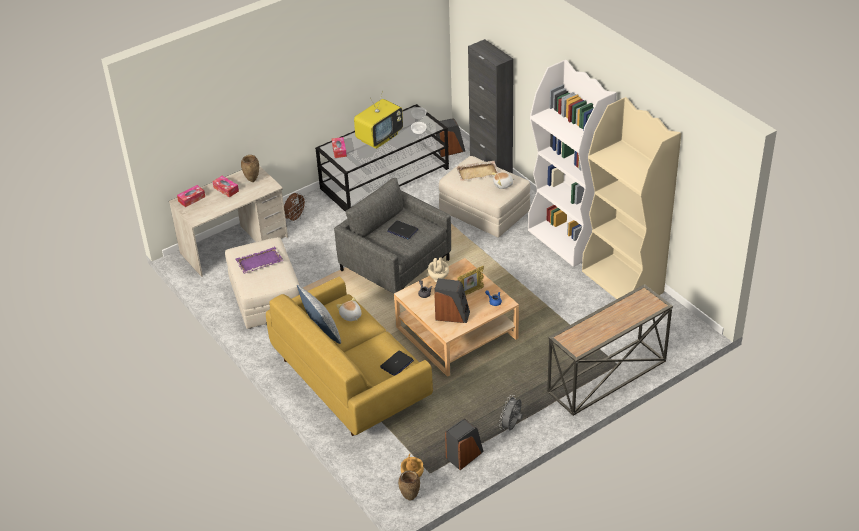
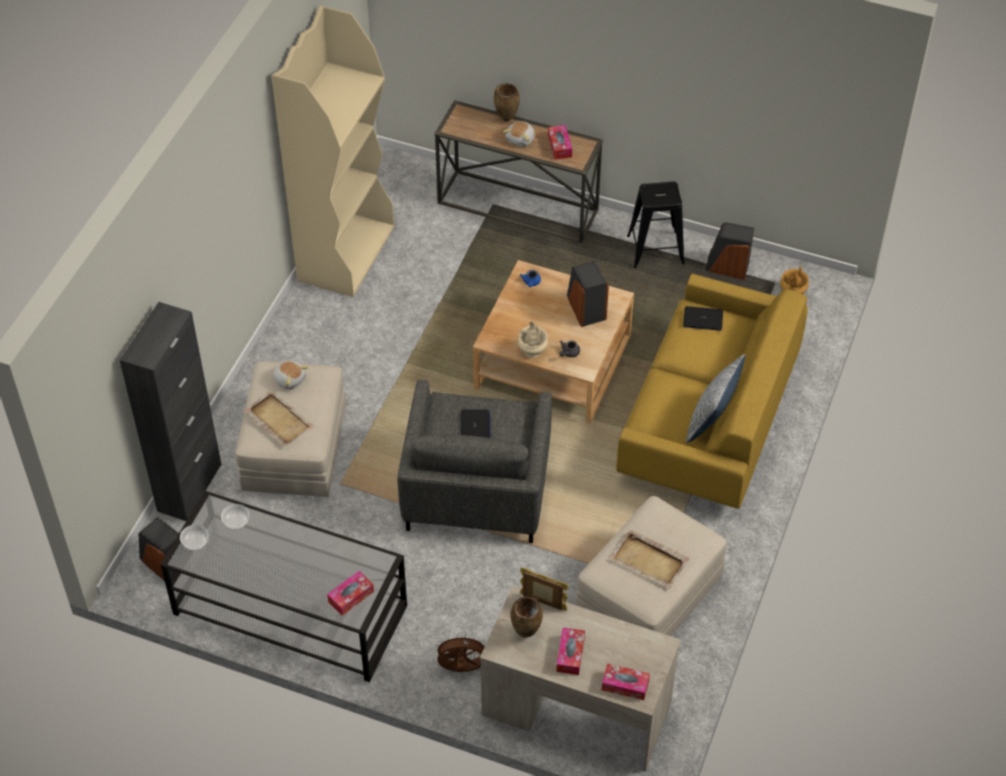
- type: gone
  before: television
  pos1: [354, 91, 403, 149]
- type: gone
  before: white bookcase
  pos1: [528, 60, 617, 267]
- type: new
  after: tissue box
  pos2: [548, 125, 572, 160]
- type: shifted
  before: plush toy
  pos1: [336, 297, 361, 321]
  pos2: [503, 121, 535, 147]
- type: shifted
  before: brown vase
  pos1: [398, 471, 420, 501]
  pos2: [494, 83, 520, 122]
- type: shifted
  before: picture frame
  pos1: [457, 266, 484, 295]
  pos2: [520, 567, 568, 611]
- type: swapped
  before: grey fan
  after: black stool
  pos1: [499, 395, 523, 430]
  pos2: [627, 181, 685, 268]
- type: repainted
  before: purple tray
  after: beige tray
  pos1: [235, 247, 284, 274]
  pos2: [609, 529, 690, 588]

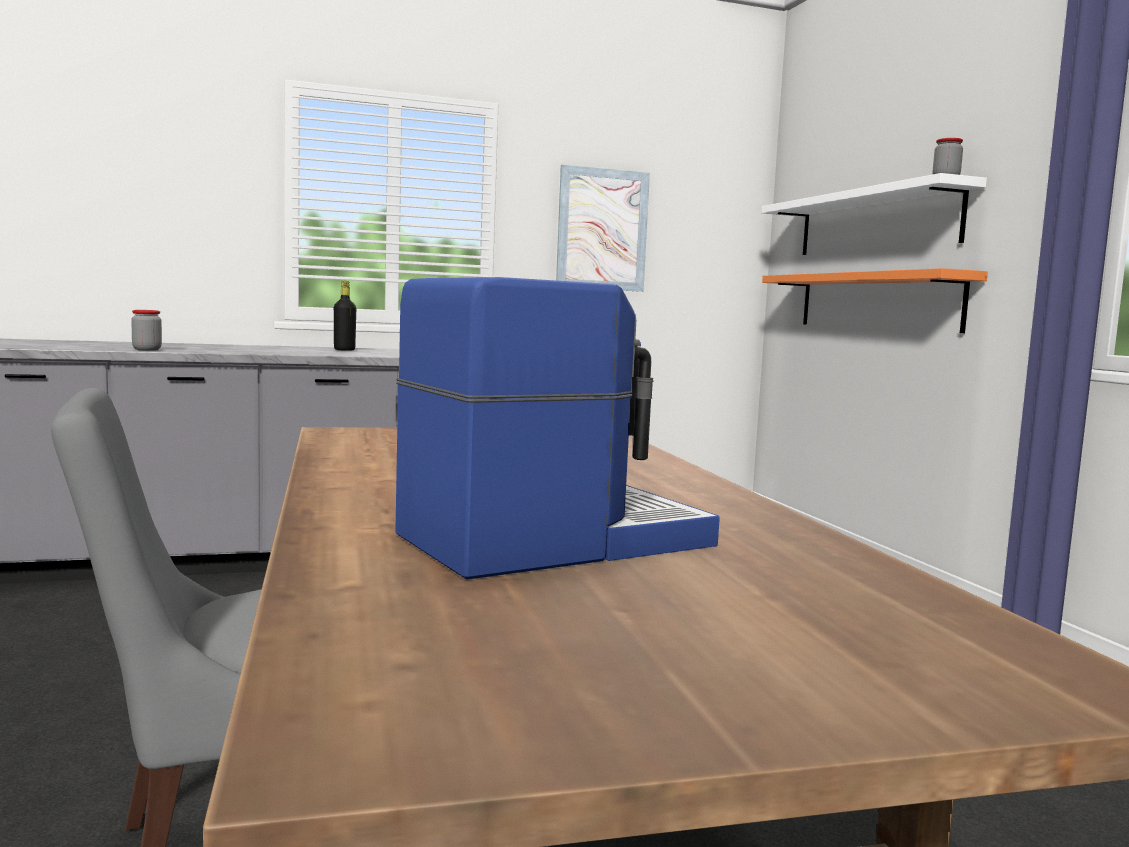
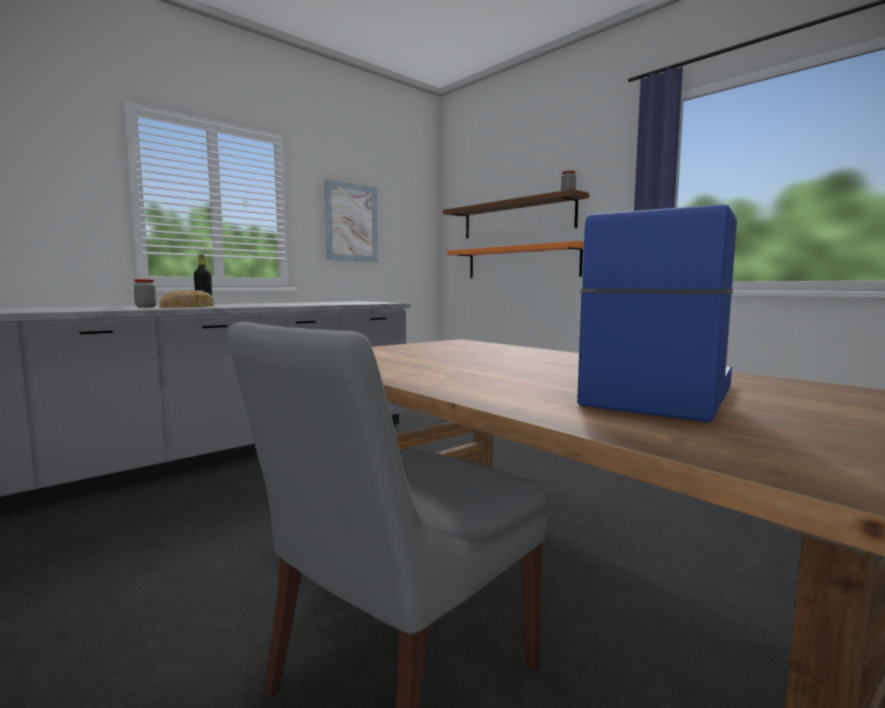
- type: new
  after: bread
  pos2: [160, 291, 214, 308]
- type: shifted
  before: jar
  pos1: [131, 310, 162, 351]
  pos2: [134, 279, 157, 307]
- type: repainted
  before: white shelf
  after: brown shelf
  pos1: [762, 173, 987, 255]
  pos2: [443, 189, 589, 239]

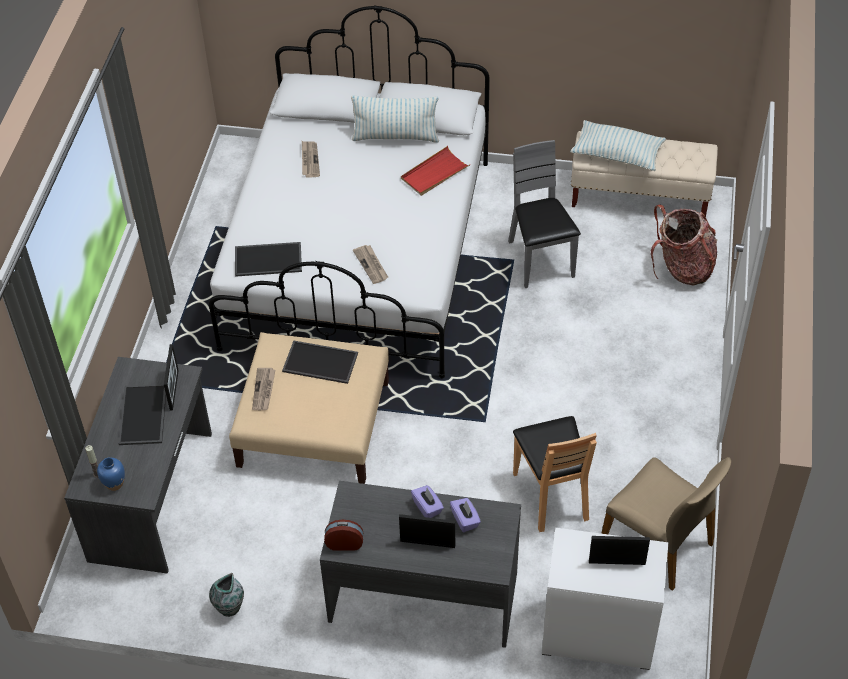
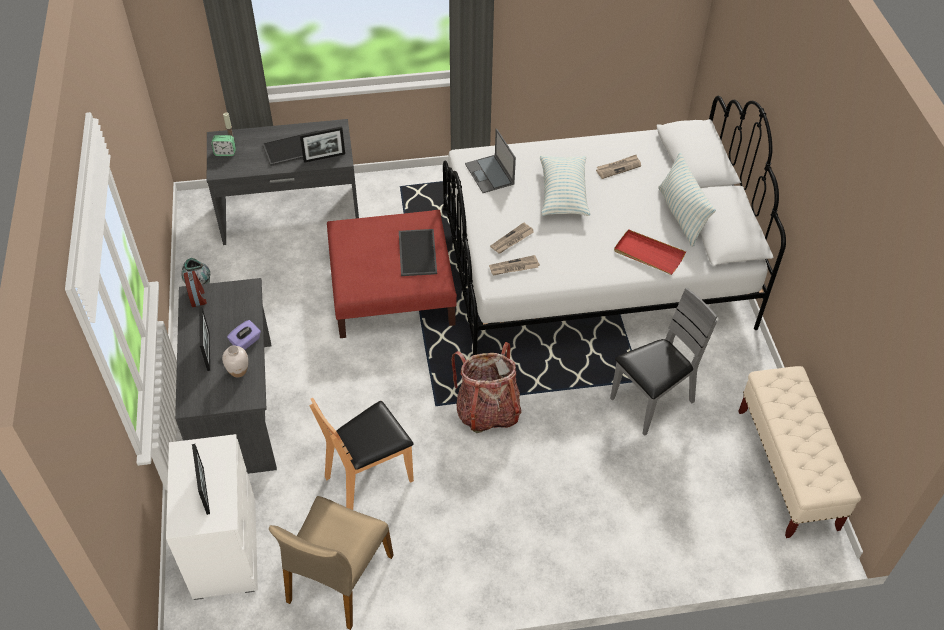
- type: shifted
  before: newspaper
  pos1: [252, 368, 275, 410]
  pos2: [489, 255, 540, 275]
- type: shifted
  before: pillow
  pos1: [570, 120, 666, 171]
  pos2: [540, 155, 590, 216]
- type: shifted
  before: backpack
  pos1: [651, 204, 717, 285]
  pos2: [451, 342, 522, 433]
- type: swapped
  before: blue vase
  after: alarm clock
  pos1: [97, 458, 125, 491]
  pos2: [211, 135, 236, 156]
- type: swapped
  before: tray
  after: laptop
  pos1: [235, 242, 302, 277]
  pos2: [465, 129, 516, 193]
- type: swapped
  before: purple tissue box
  after: white vase
  pos1: [450, 498, 481, 532]
  pos2: [222, 345, 248, 377]
- type: repainted
  before: beige ottoman
  after: red ottoman
  pos1: [229, 332, 389, 484]
  pos2: [327, 210, 457, 338]

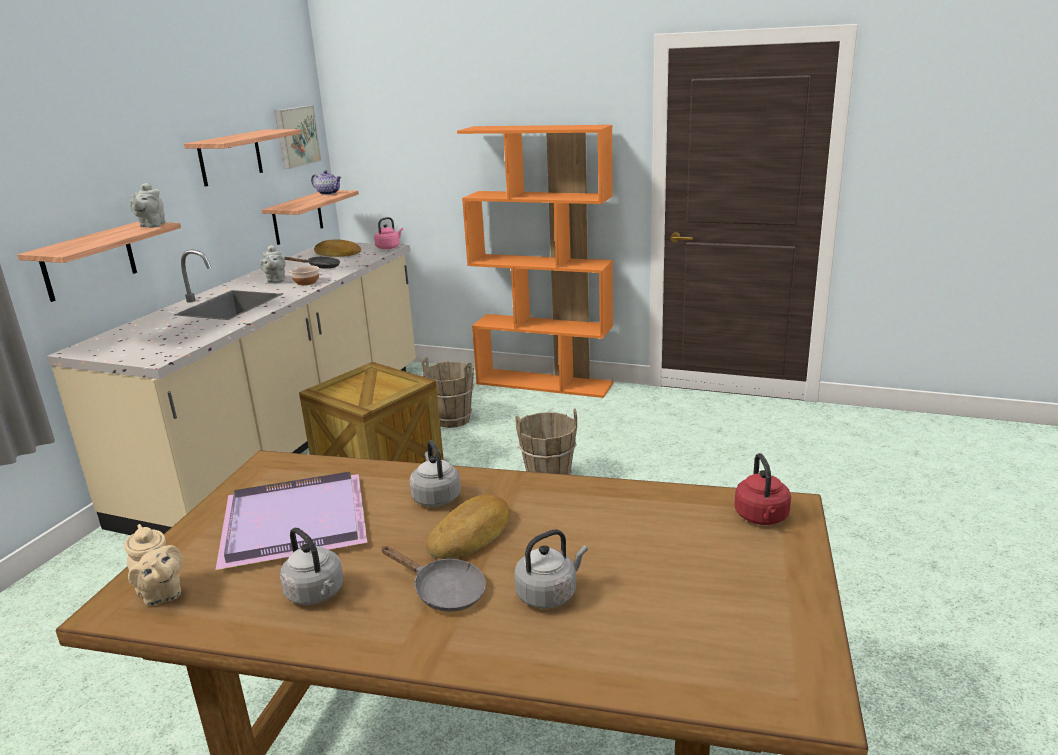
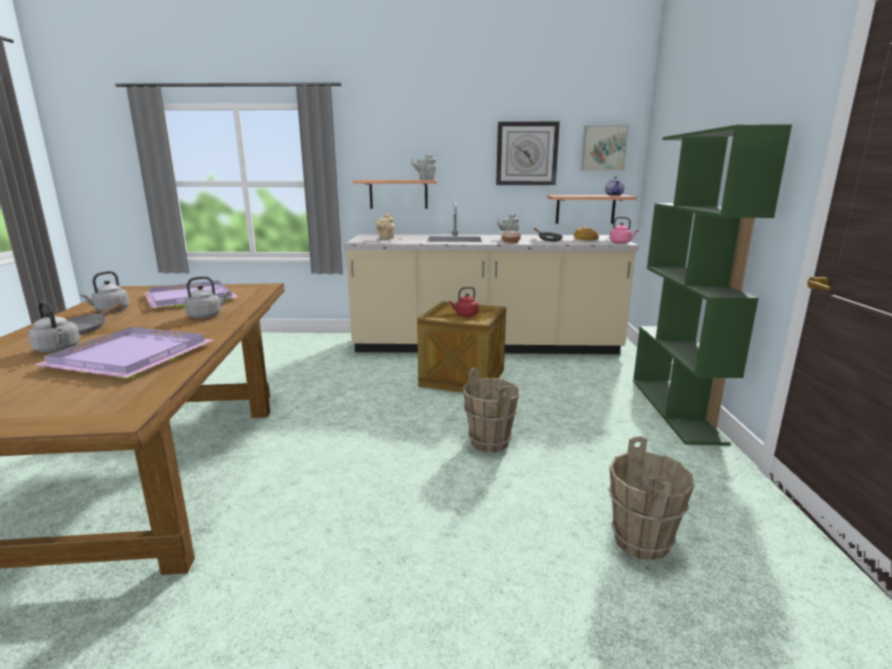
- type: gone
  before: bread
  pos1: [426, 495, 509, 559]
- type: new
  after: purple tray
  pos2: [35, 327, 213, 379]
- type: shifted
  before: beige teapot
  pos1: [124, 524, 183, 606]
  pos2: [375, 214, 395, 239]
- type: shifted
  before: brown bucket
  pos1: [422, 357, 475, 428]
  pos2: [608, 436, 695, 560]
- type: shifted
  before: red kettle
  pos1: [735, 453, 791, 525]
  pos2: [449, 287, 479, 317]
- type: swapped
  before: shelf
  after: wall clock
  pos1: [184, 129, 302, 187]
  pos2: [496, 121, 560, 185]
- type: repainted
  before: orange bookcase
  after: green bookcase
  pos1: [457, 125, 613, 398]
  pos2: [633, 125, 792, 445]

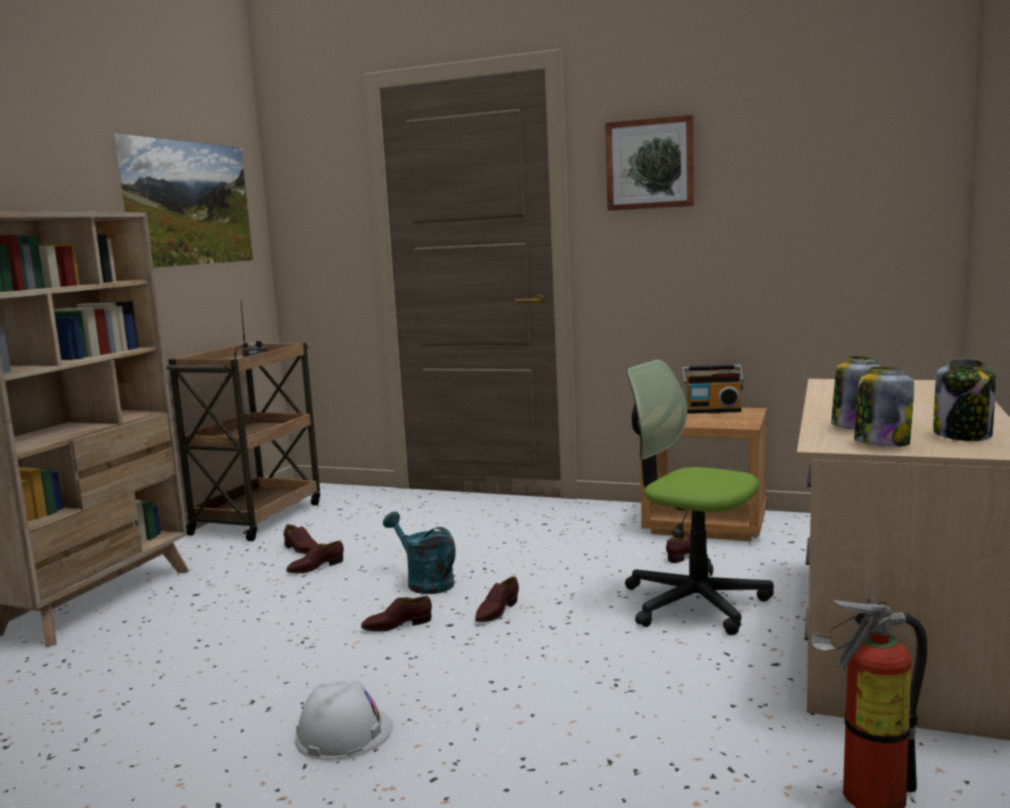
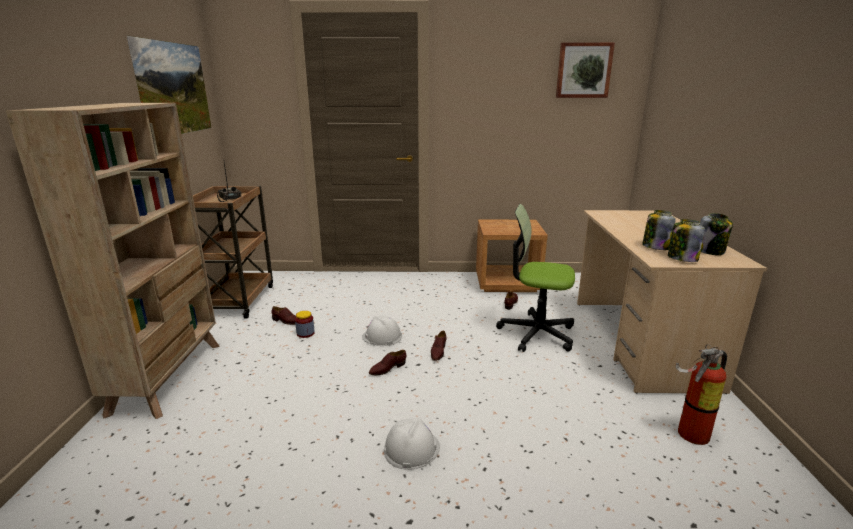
- type: gone
  before: radio
  pos1: [682, 365, 744, 414]
- type: shifted
  before: picture
  pos1: [605, 115, 694, 211]
  pos2: [556, 42, 615, 98]
- type: swapped
  before: brown shoe
  after: jar
  pos1: [286, 541, 344, 573]
  pos2: [295, 311, 315, 338]
- type: swapped
  before: turquoise watering can
  after: white hard hat
  pos1: [383, 512, 456, 594]
  pos2: [362, 316, 402, 346]

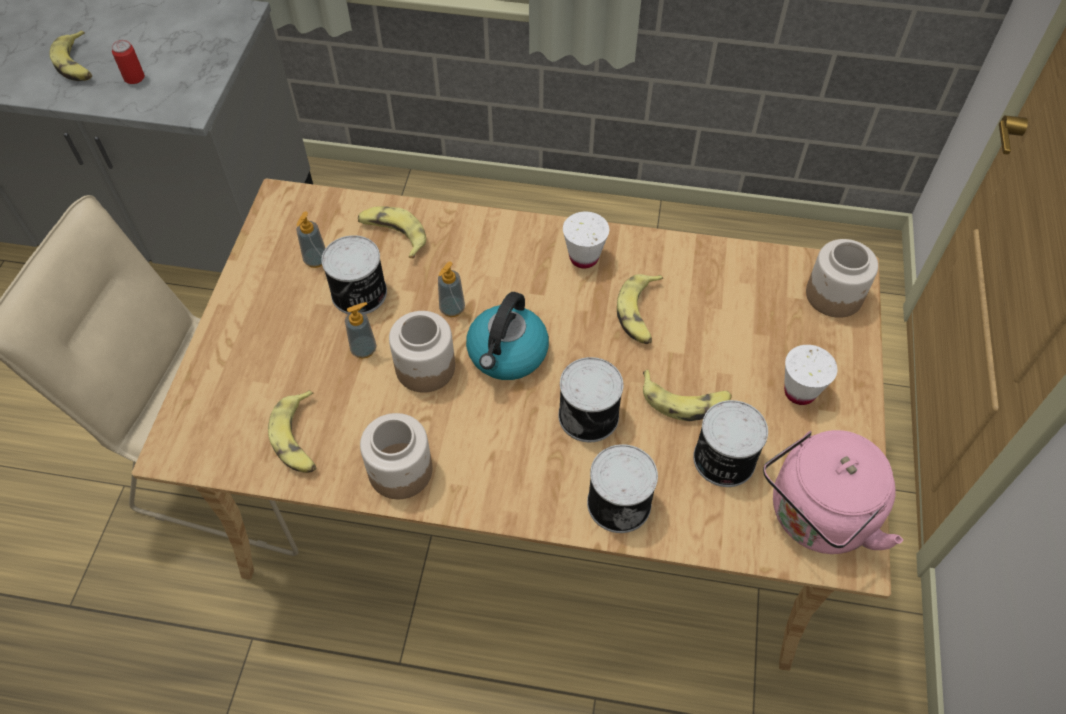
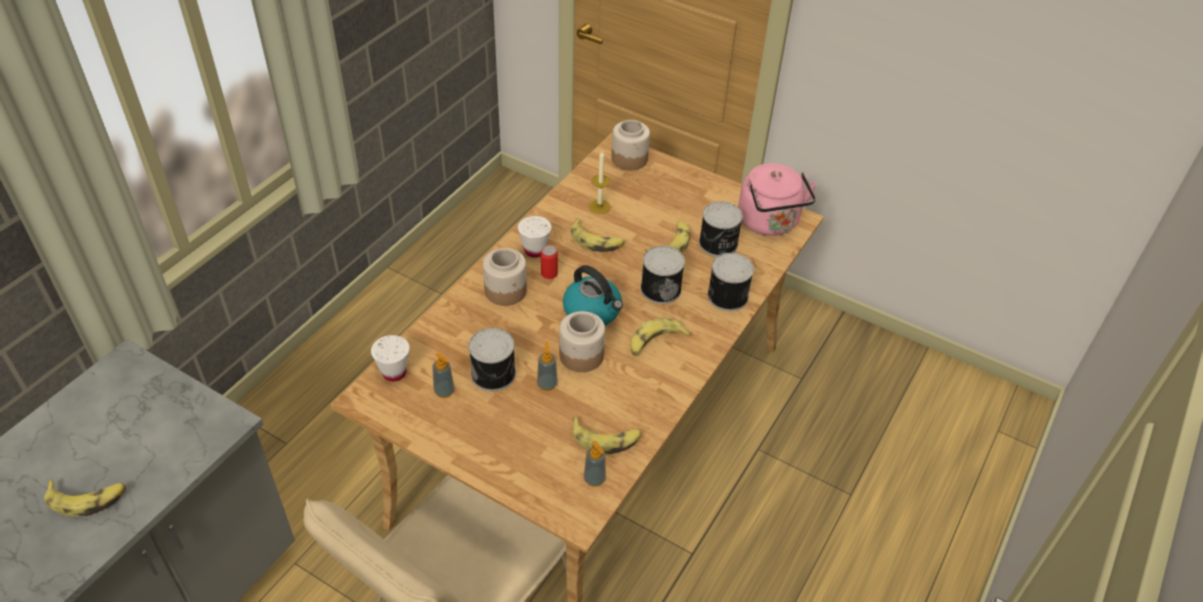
- type: new
  after: candle
  pos2: [589, 151, 611, 214]
- type: shifted
  before: can
  pos1: [111, 40, 145, 84]
  pos2: [541, 245, 558, 279]
- type: shifted
  before: banana
  pos1: [358, 206, 426, 259]
  pos2: [630, 318, 690, 356]
- type: shifted
  before: jar
  pos1: [360, 413, 433, 499]
  pos2: [483, 248, 527, 306]
- type: shifted
  before: soap dispenser
  pos1: [438, 261, 465, 317]
  pos2: [584, 441, 606, 487]
- type: shifted
  before: white cup
  pos1: [784, 345, 838, 405]
  pos2: [371, 335, 409, 382]

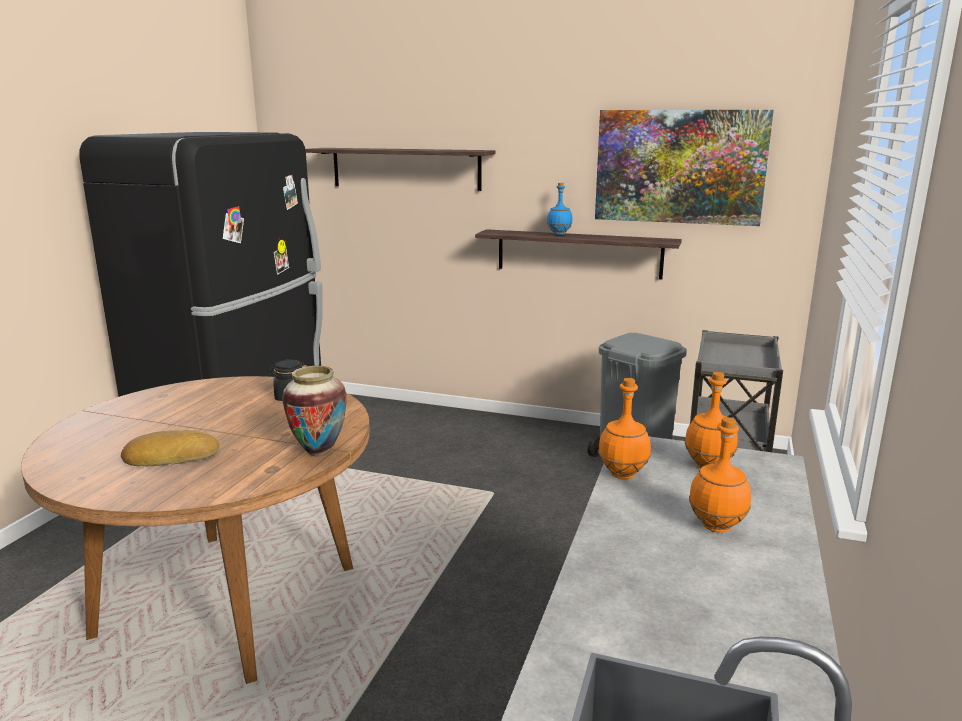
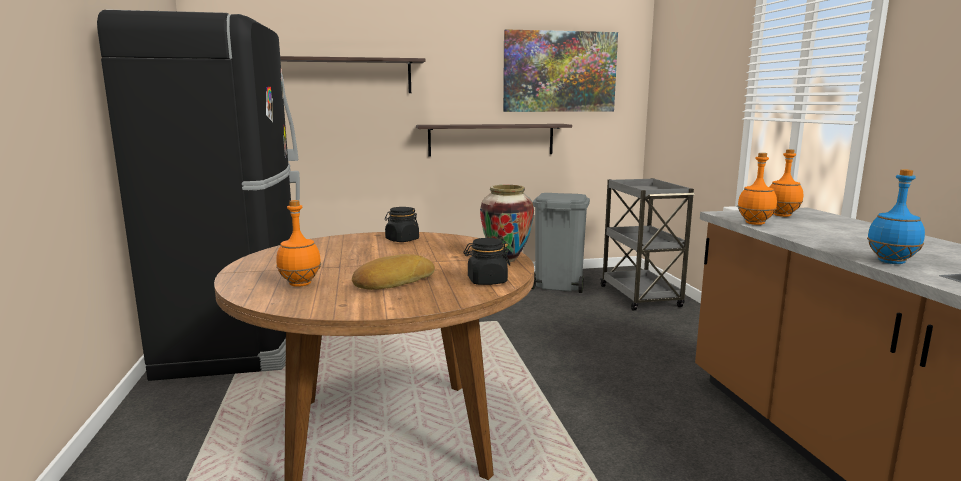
- type: new
  after: black jar
  pos2: [463, 238, 510, 285]
- type: shifted
  before: blue bottle
  pos1: [547, 183, 573, 235]
  pos2: [867, 169, 925, 264]
- type: shifted
  before: orange bottle
  pos1: [689, 417, 751, 533]
  pos2: [276, 200, 321, 287]

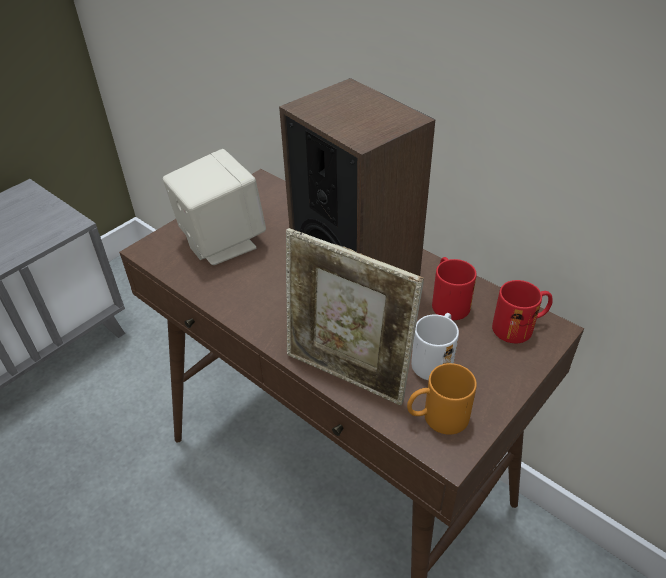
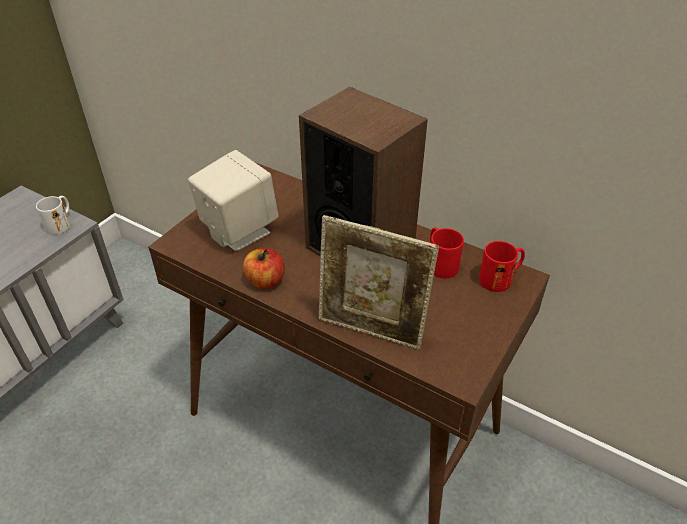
- type: gone
  before: orange mug
  pos1: [407, 363, 477, 435]
- type: new
  after: apple
  pos2: [243, 248, 285, 289]
- type: shifted
  before: white mug
  pos1: [411, 313, 459, 380]
  pos2: [36, 196, 70, 235]

